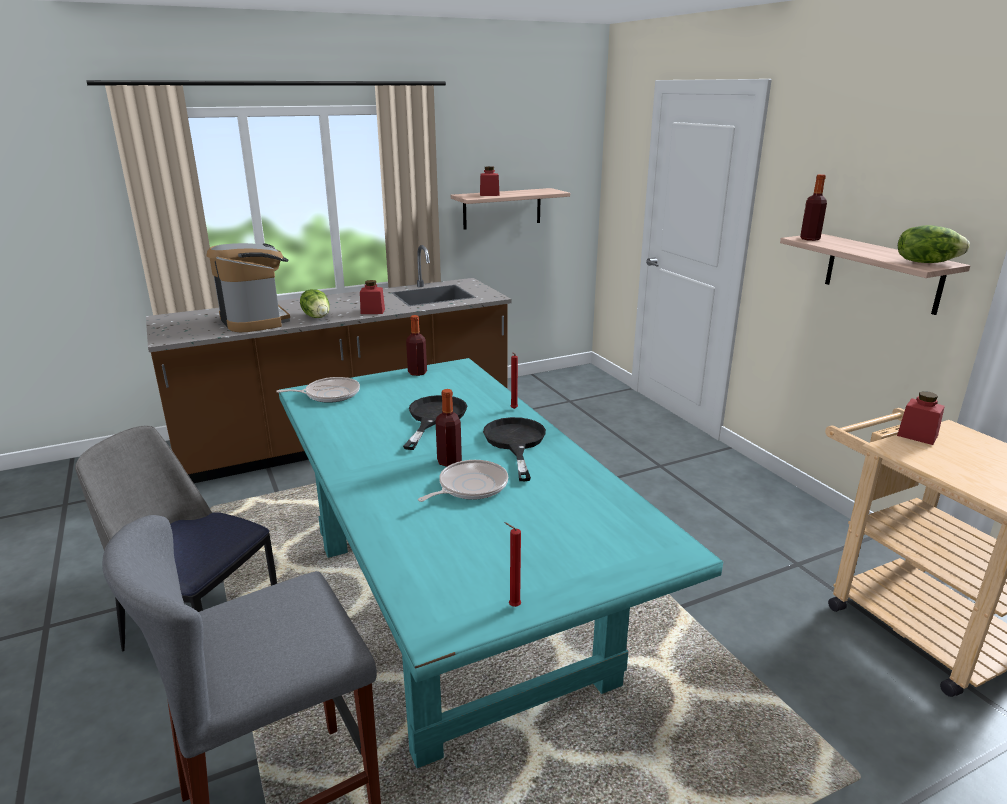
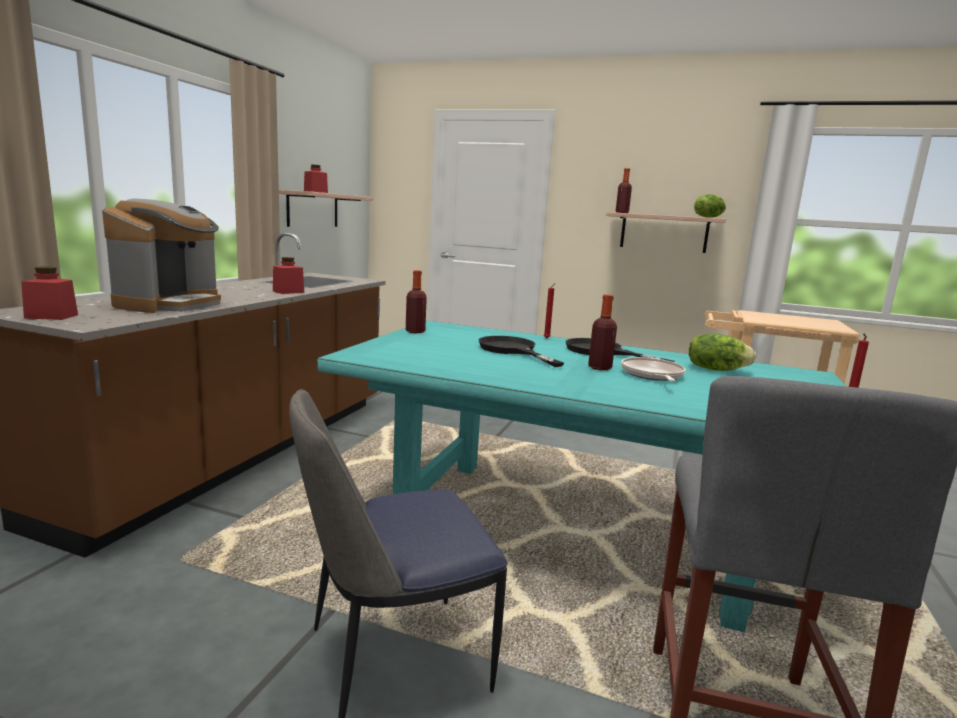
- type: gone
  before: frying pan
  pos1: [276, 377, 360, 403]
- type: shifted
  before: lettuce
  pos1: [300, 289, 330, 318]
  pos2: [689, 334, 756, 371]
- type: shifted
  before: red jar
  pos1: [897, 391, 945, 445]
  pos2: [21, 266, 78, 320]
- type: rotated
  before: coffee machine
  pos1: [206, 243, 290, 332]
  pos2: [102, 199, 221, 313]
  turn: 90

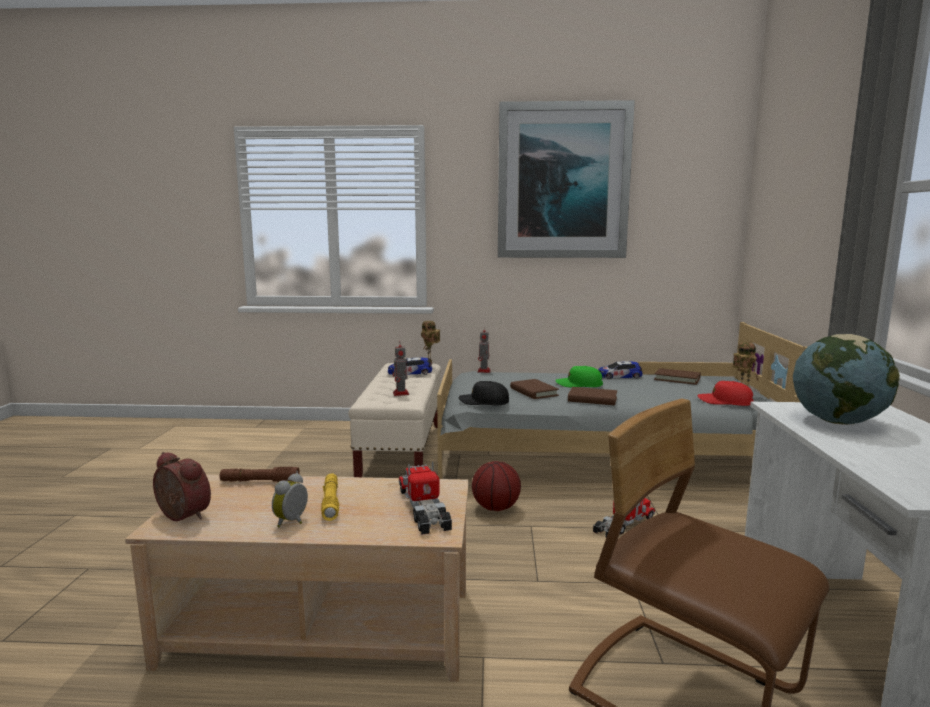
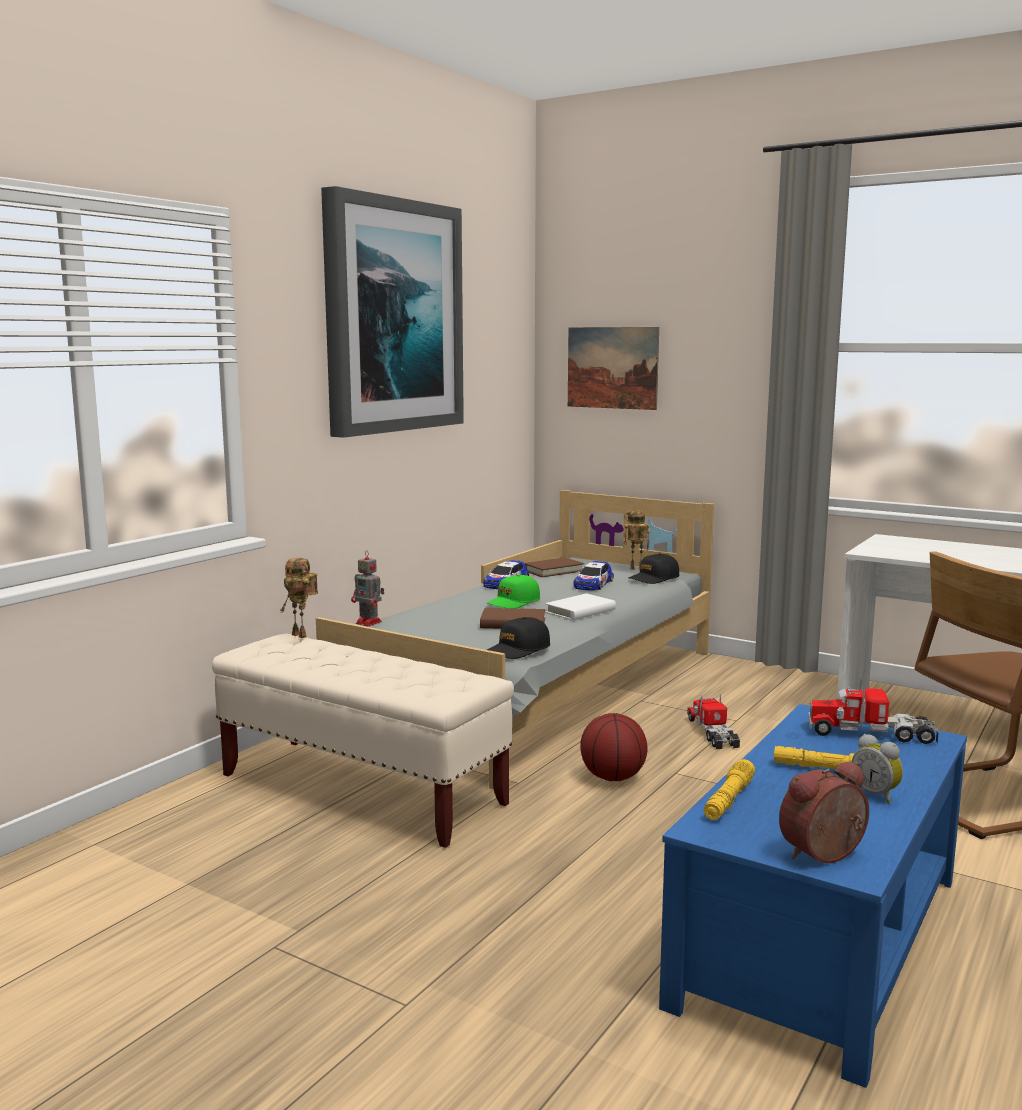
- type: gone
  before: toy robot
  pos1: [393, 345, 409, 396]
- type: gone
  before: globe
  pos1: [793, 334, 900, 425]
- type: new
  after: picture
  pos2: [568, 327, 659, 410]
- type: shifted
  before: toy car
  pos1: [388, 357, 432, 375]
  pos2: [573, 561, 614, 591]
- type: repainted
  before: beige coffee table
  after: blue coffee table
  pos1: [125, 474, 469, 682]
  pos2: [659, 704, 967, 1088]
- type: repainted
  before: brown flashlight
  after: yellow flashlight
  pos1: [220, 467, 300, 482]
  pos2: [704, 759, 755, 820]
- type: repainted
  before: brown book
  after: white book
  pos1: [568, 387, 617, 405]
  pos2: [545, 593, 616, 620]
- type: repainted
  before: red cap
  after: black cap
  pos1: [698, 381, 754, 406]
  pos2: [629, 553, 680, 584]

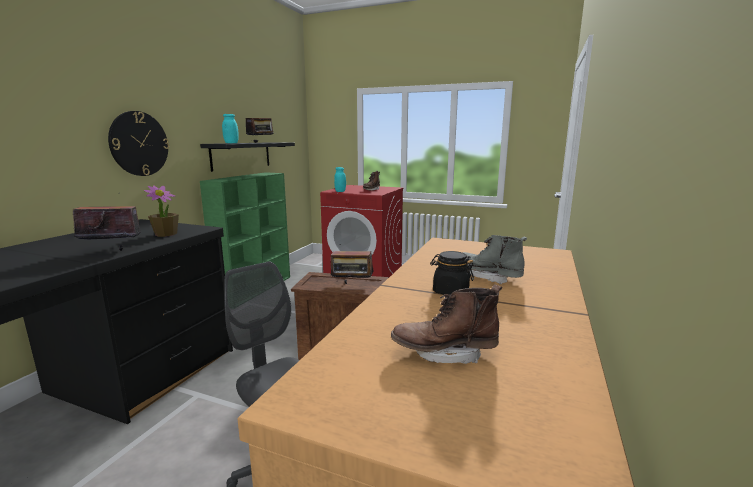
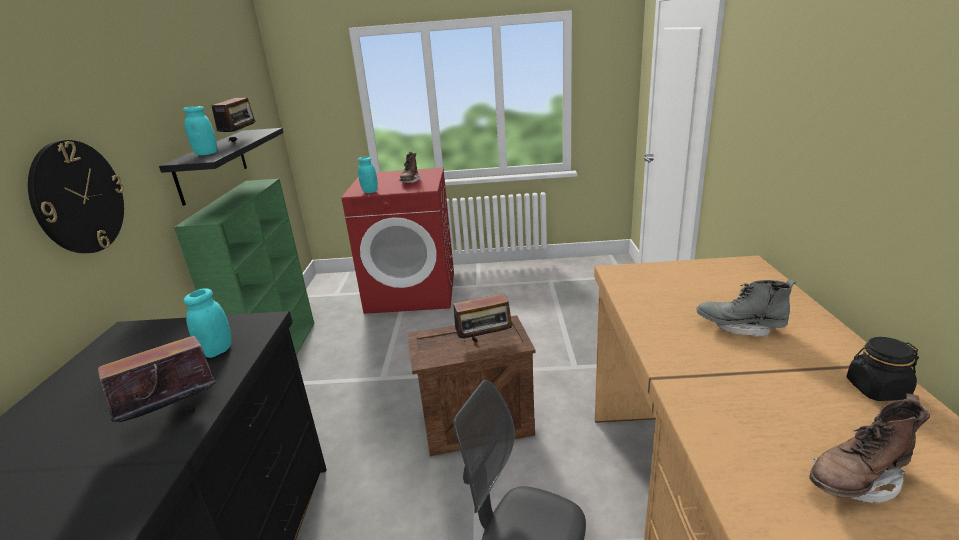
- type: shifted
  before: black jar
  pos1: [430, 251, 474, 295]
  pos2: [846, 337, 919, 401]
- type: swapped
  before: potted plant
  after: turquoise jar
  pos1: [144, 186, 179, 237]
  pos2: [183, 288, 231, 358]

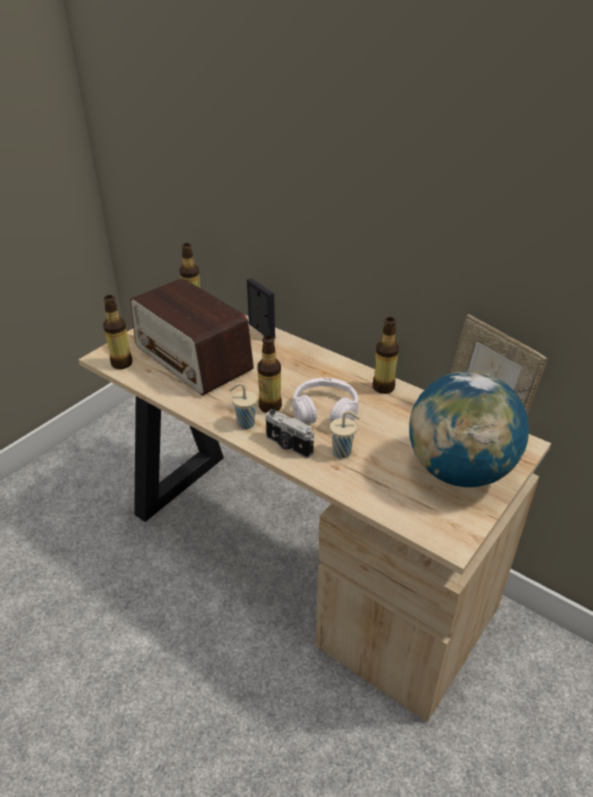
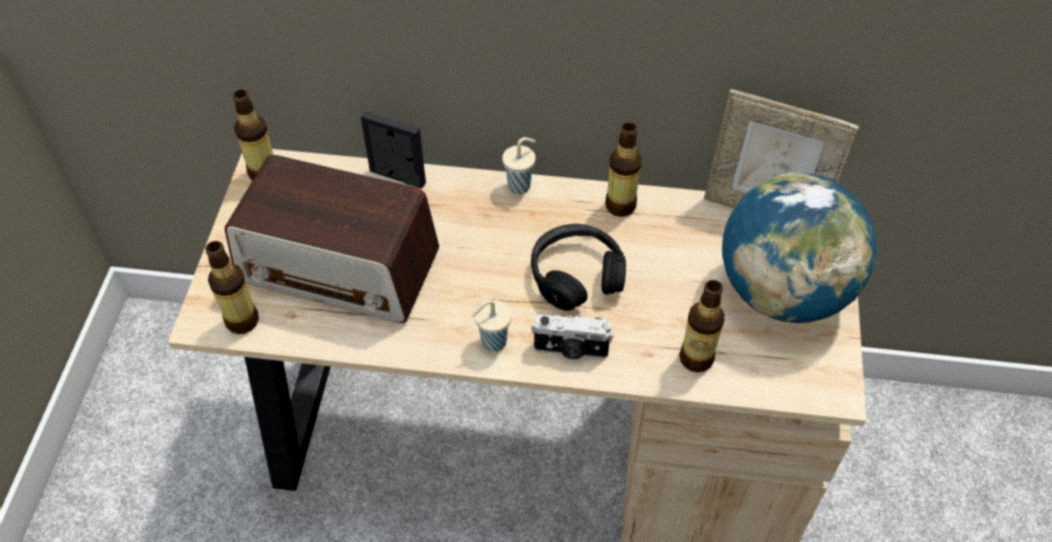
- type: shifted
  before: bottle
  pos1: [257, 335, 282, 413]
  pos2: [679, 280, 725, 372]
- type: shifted
  before: beige cup
  pos1: [330, 411, 360, 458]
  pos2: [502, 137, 535, 194]
- type: repainted
  before: white headphones
  after: black headphones
  pos1: [292, 378, 359, 424]
  pos2: [531, 224, 626, 311]

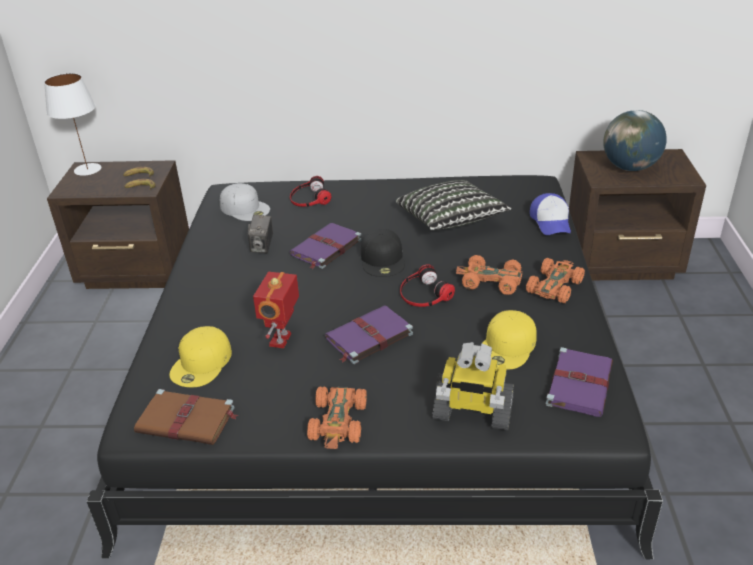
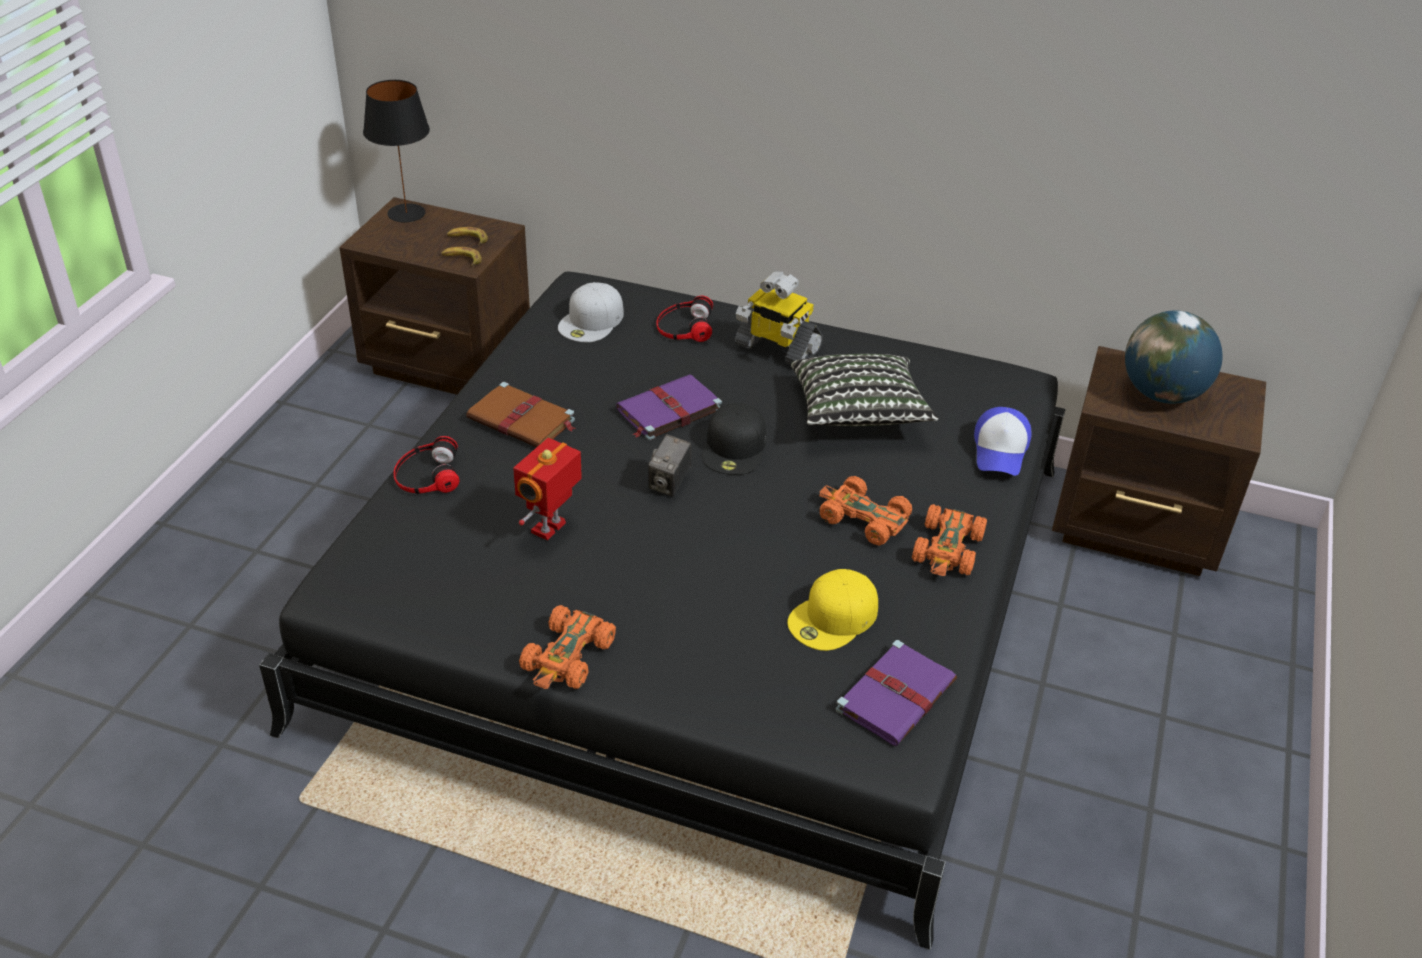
- type: gone
  before: yellow cap
  pos1: [169, 326, 232, 387]
- type: gone
  before: purple book
  pos1: [325, 305, 413, 364]
- type: shifted
  before: brown book
  pos1: [134, 389, 238, 445]
  pos2: [466, 382, 576, 447]
- type: shifted
  before: photo camera
  pos1: [248, 215, 273, 253]
  pos2: [648, 434, 691, 497]
- type: shifted
  before: headphones
  pos1: [400, 264, 455, 307]
  pos2: [394, 436, 460, 494]
- type: shifted
  before: toy robot
  pos1: [433, 342, 514, 430]
  pos2: [735, 271, 823, 365]
- type: repainted
  before: white table lamp
  after: black table lamp
  pos1: [44, 73, 101, 176]
  pos2: [363, 80, 430, 222]
- type: rotated
  before: white cap
  pos1: [220, 183, 270, 221]
  pos2: [558, 282, 624, 342]
  turn: 60
- type: rotated
  before: orange toy car
  pos1: [526, 258, 585, 303]
  pos2: [912, 504, 987, 576]
  turn: 150

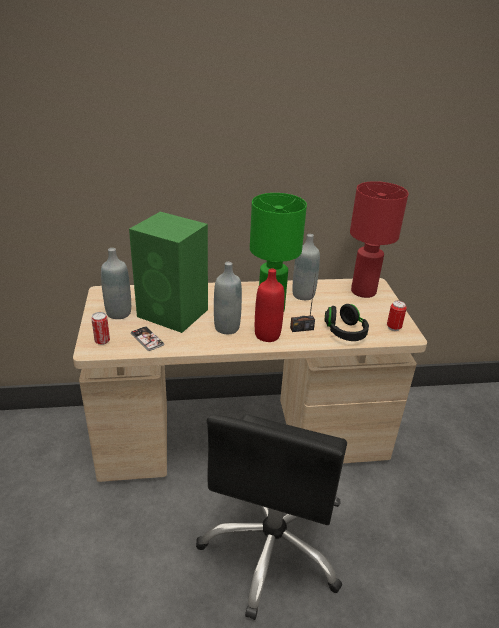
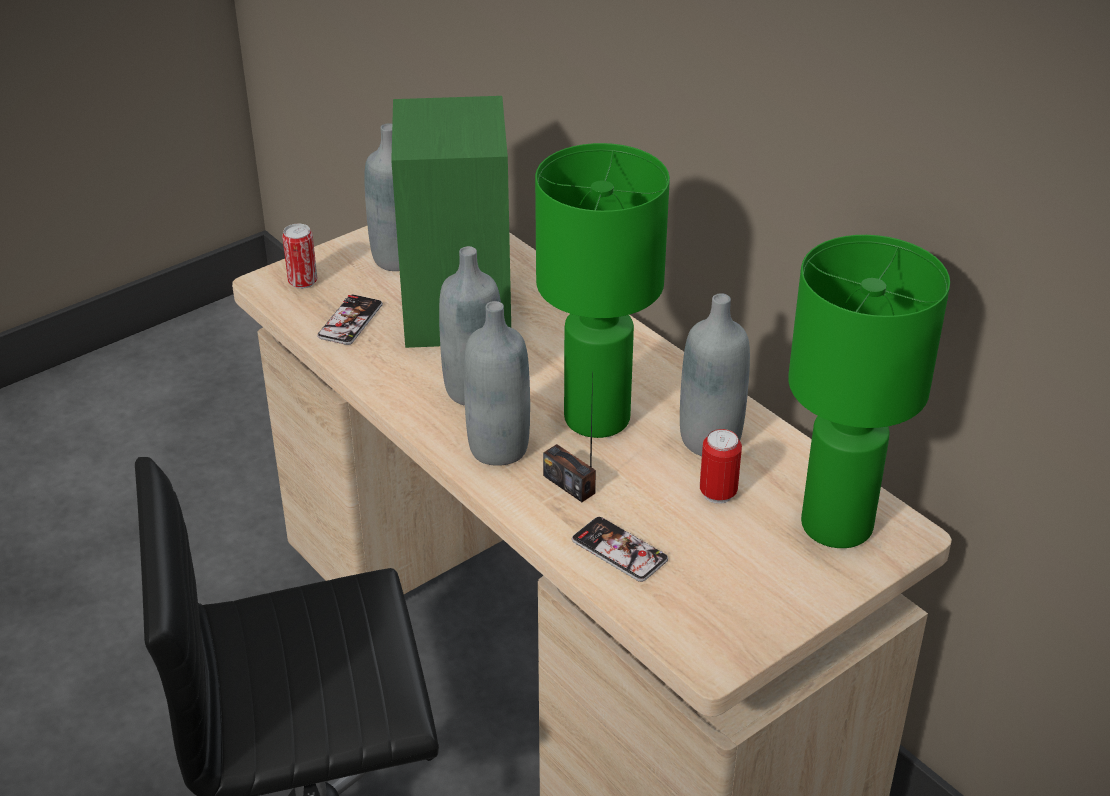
- type: shifted
  before: can
  pos1: [387, 301, 407, 331]
  pos2: [700, 429, 742, 504]
- type: swapped
  before: black headphones
  after: phone
  pos1: [325, 304, 369, 341]
  pos2: [572, 517, 668, 582]
- type: repainted
  before: red bottle
  after: grey bottle
  pos1: [255, 268, 285, 342]
  pos2: [464, 301, 530, 466]
- type: repainted
  before: red table lamp
  after: green table lamp
  pos1: [350, 181, 409, 298]
  pos2: [788, 235, 950, 548]

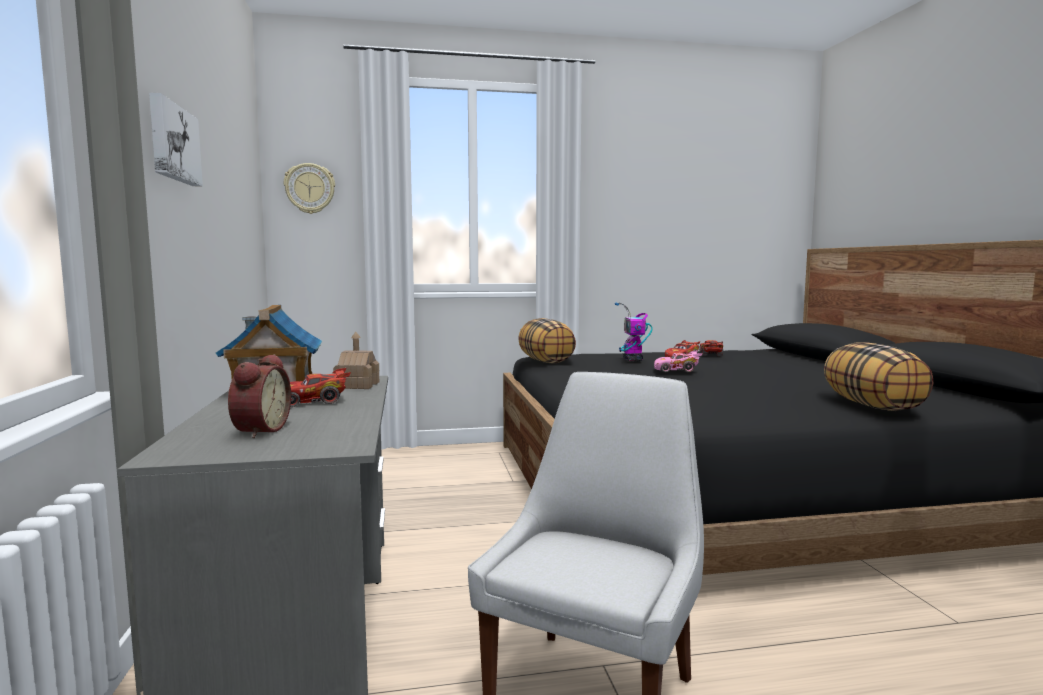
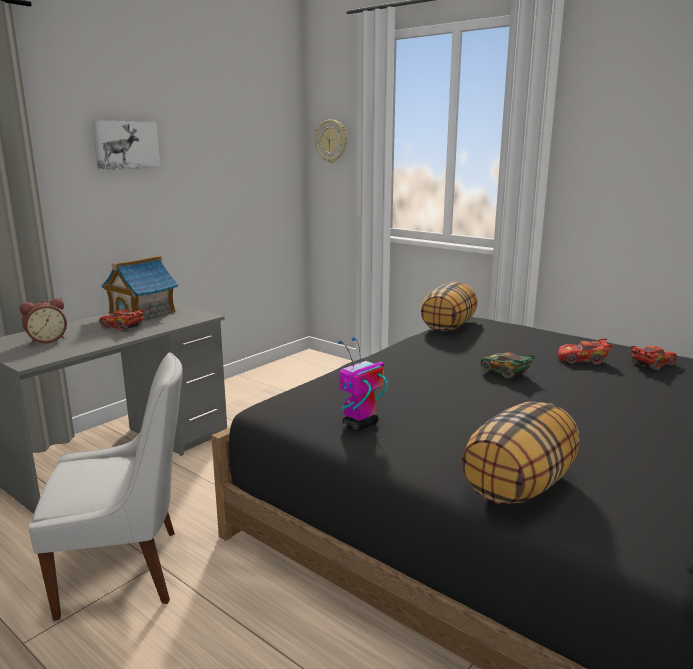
- type: gone
  before: toy house
  pos1: [333, 332, 379, 389]
- type: shifted
  before: toy robot
  pos1: [615, 302, 653, 361]
  pos2: [338, 337, 388, 431]
- type: repainted
  before: pink toy car
  after: green toy car
  pos1: [654, 351, 703, 372]
  pos2: [481, 352, 536, 378]

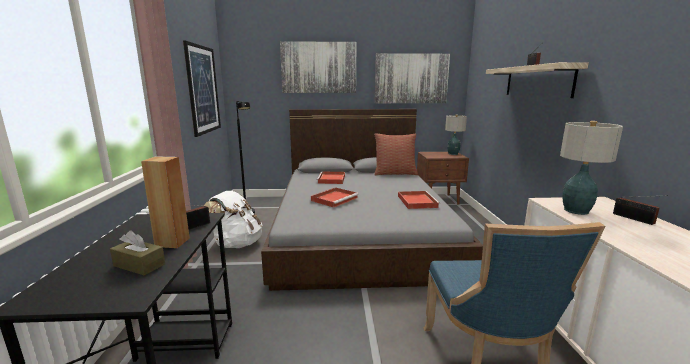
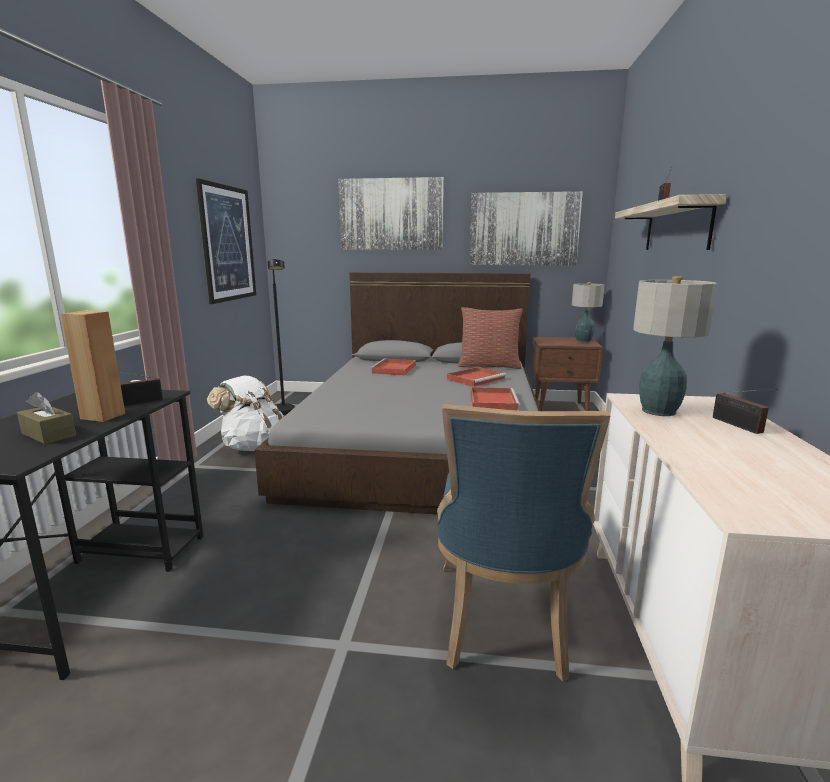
- type: shifted
  before: red tray
  pos1: [311, 187, 359, 208]
  pos2: [447, 367, 506, 387]

